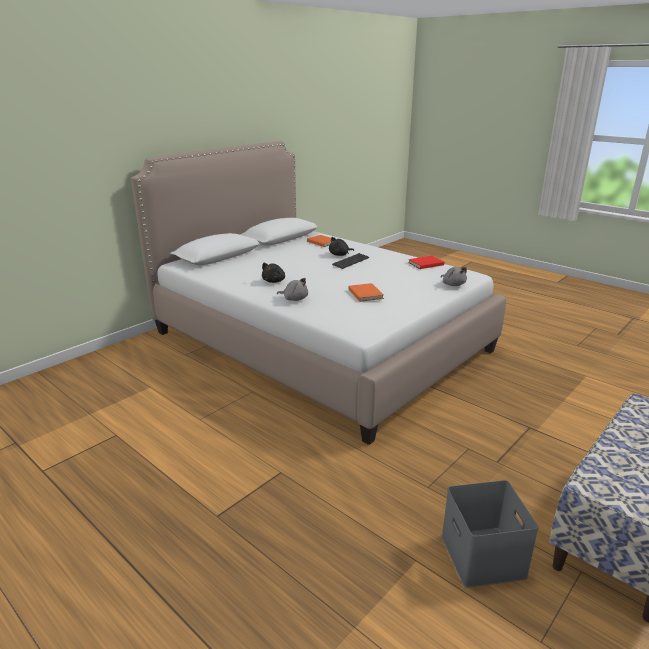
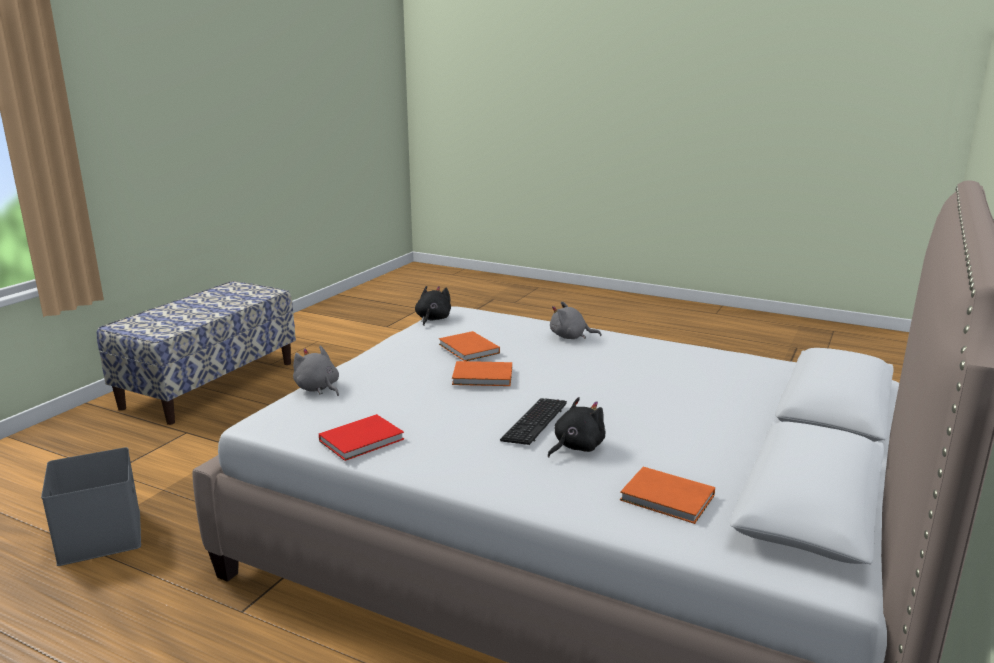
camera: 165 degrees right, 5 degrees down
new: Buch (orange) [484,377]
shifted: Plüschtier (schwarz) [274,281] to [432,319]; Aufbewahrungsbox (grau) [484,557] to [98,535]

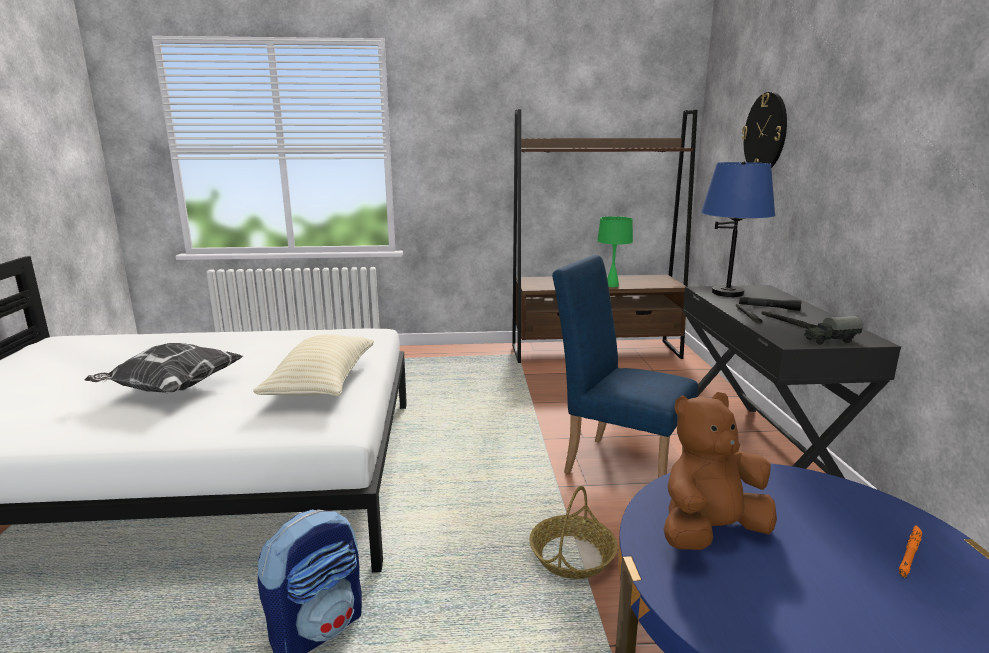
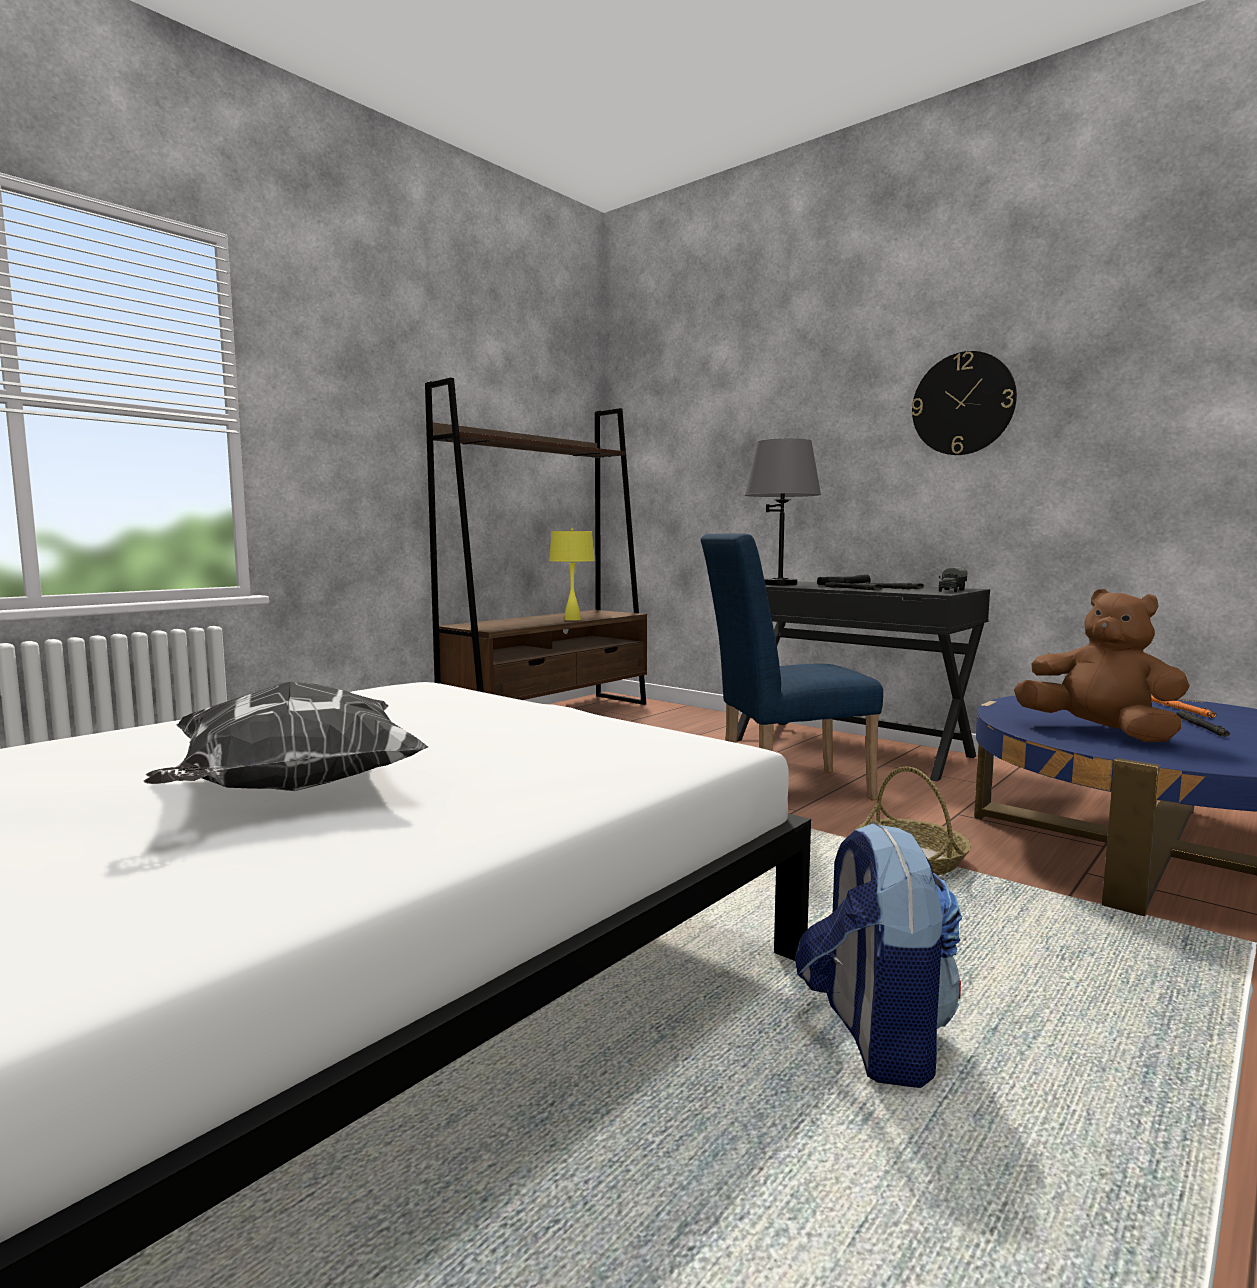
camera: 45 degrees left, 10 degrees down
gone: Kissen (beige) [322,384]
new: Taschenlampe (schwarz) [1201,727]
shifted: Wanduhr [765,133] to [963,404]
repainted: Tischlampe (grün) [612,285] to Tischlampe (gelb) [572,619]; Tischlampe (blau) [727,293] to Tischlampe (grau) [780,584]
rotated: Plüschtier (braun) [710,532] = [1100,732] 120 degrees clockwise

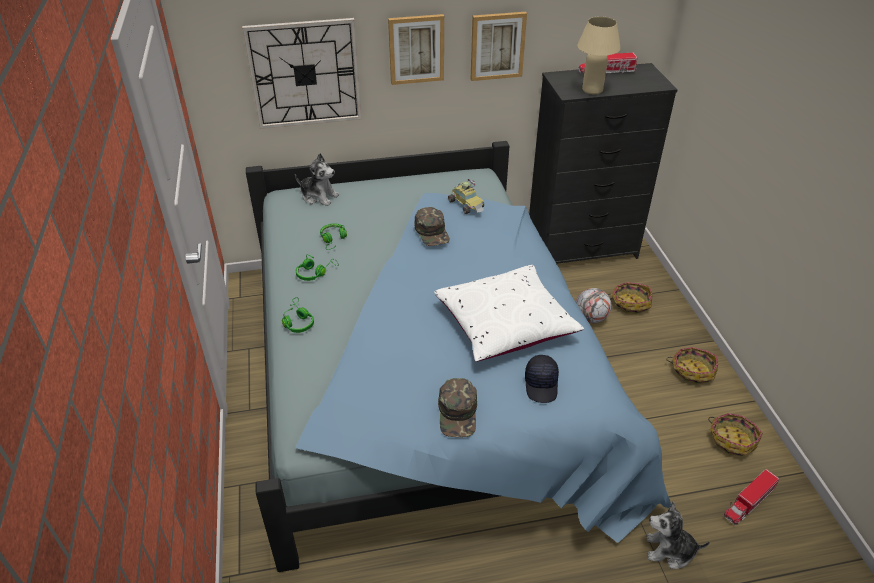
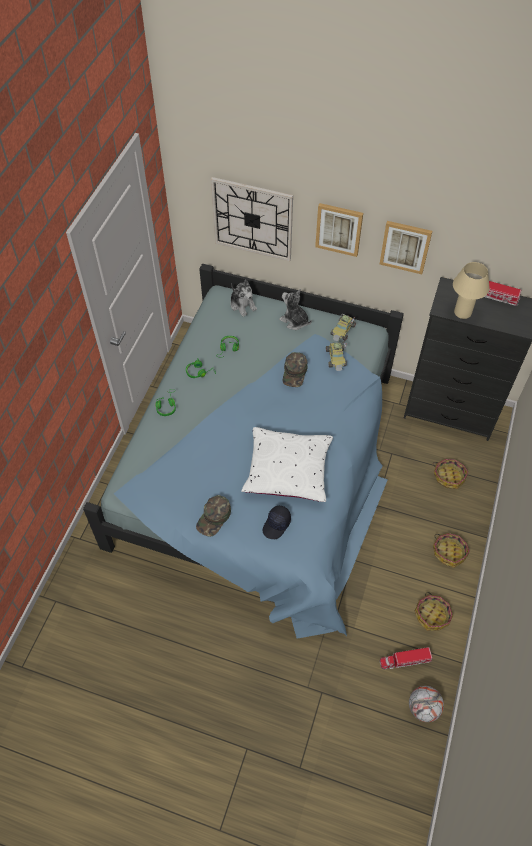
camera: 30 degrees right, 15 degrees up
new: Spielzeugauto [343,331]
shifted: Fußball [591,318] to [423,708]; Plüschtier [669,551] to [294,321]

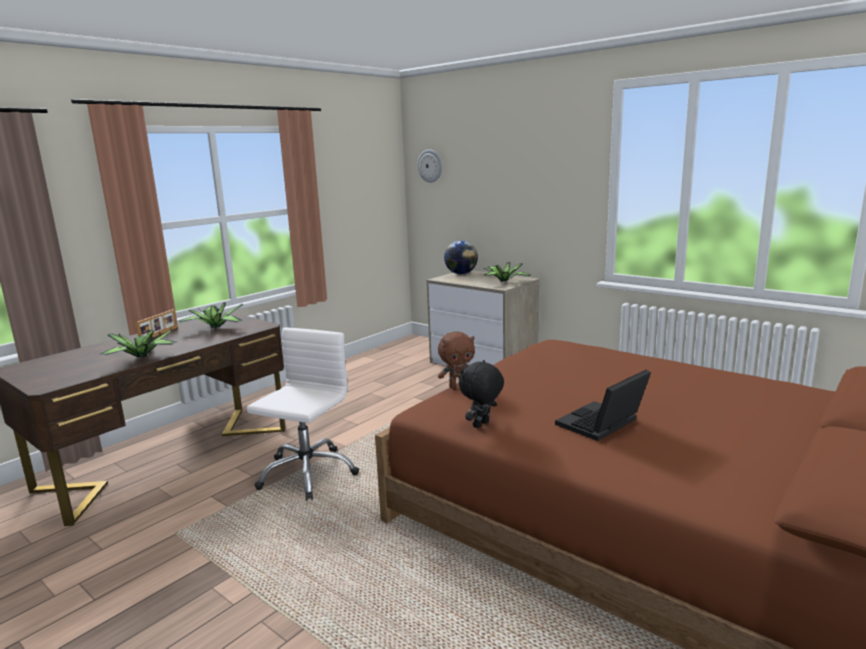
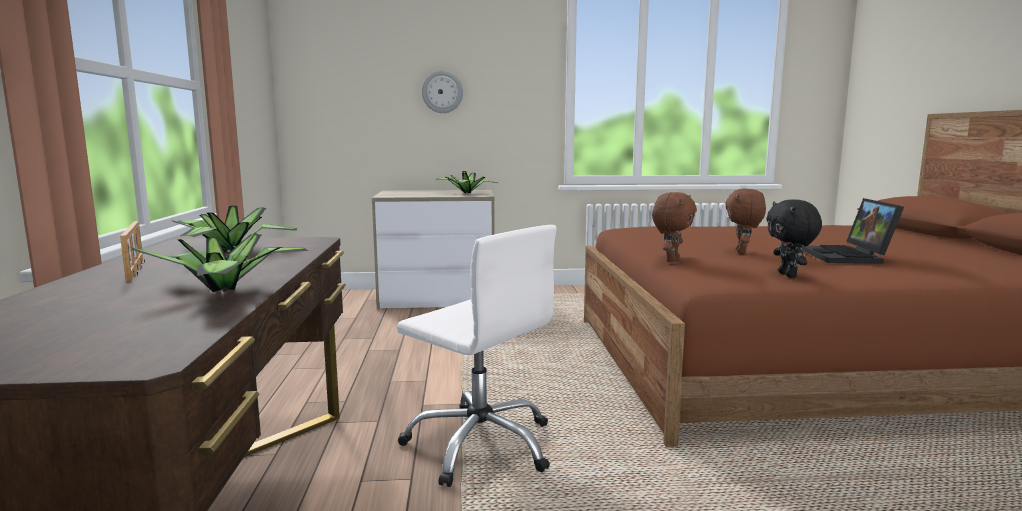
camera: 45 degrees left, 5 degrees down
gone: Globus [461,274]
new: Plüschtier (braun) [742,252]
shifted: Wanduhr [430,166] to [442,92]
rotated: Bürostuhl (weiß) [307,473] = [481,444] 150 degrees clockwise

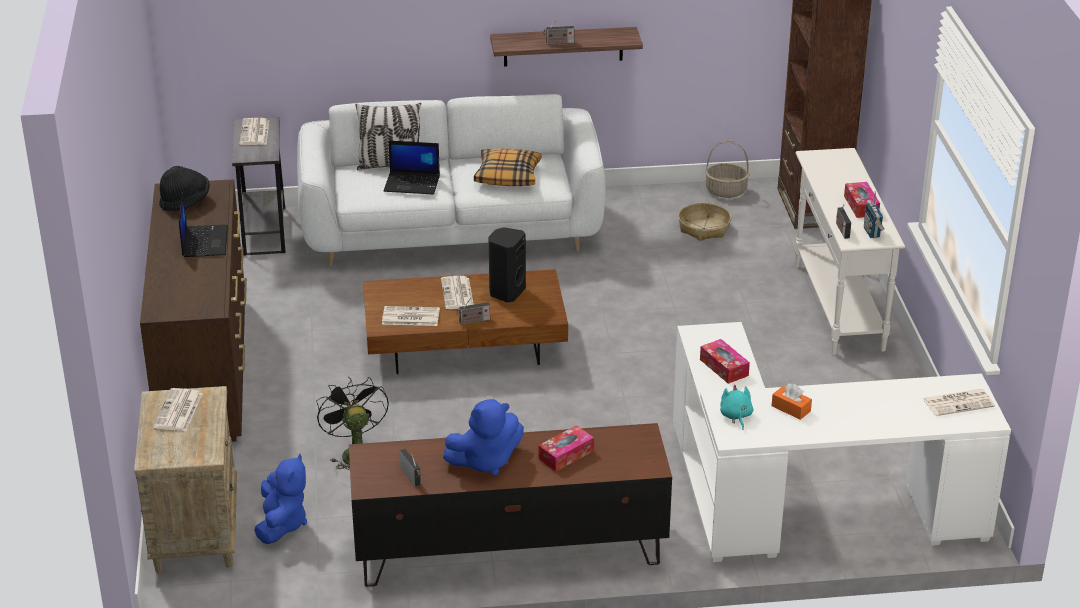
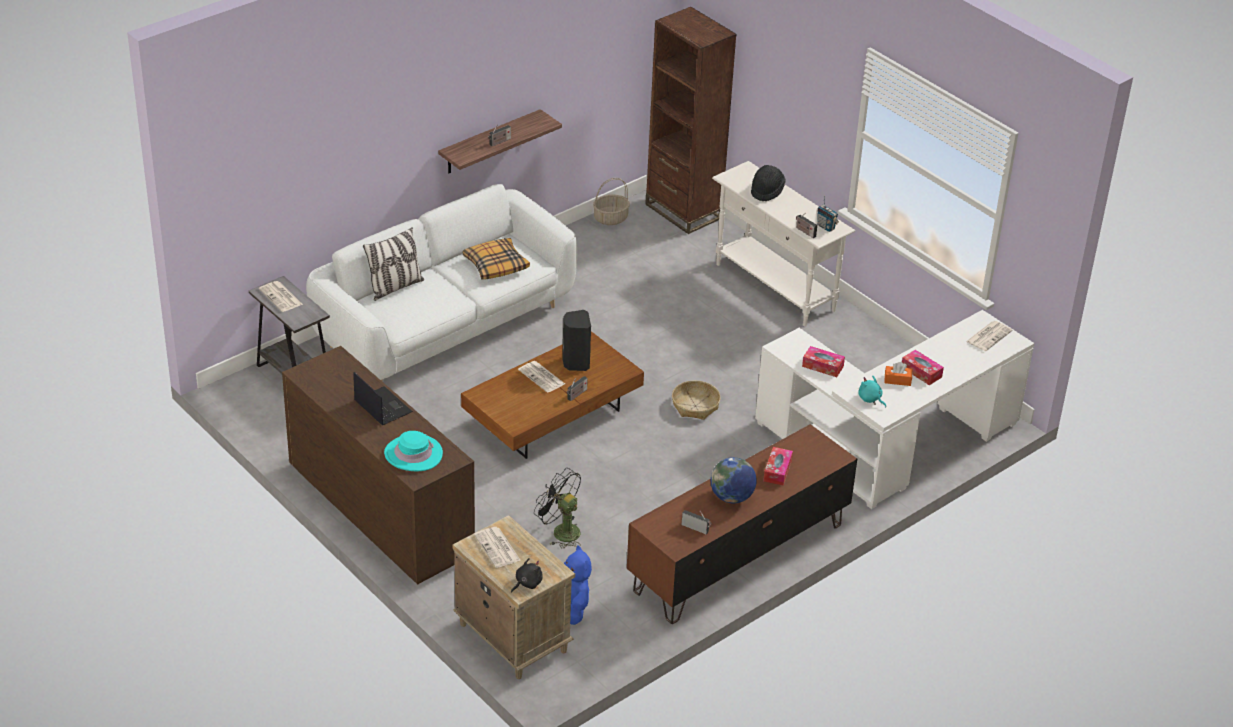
camera: 35 degrees left, 5 degrees up
gone: Zeitung [410,317]; Laptop [413,183]
new: Hut (türkis) [413,454]; Plüschtier (schwarz) [527,583]
shifted: Hut (schwarz) [185,202] to [767,191]; Korb [704,228] to [695,406]; Taschentuchbox [861,206] to [921,372]
swapped: Plüschtier (blau) [485,461] to Globus [731,497]

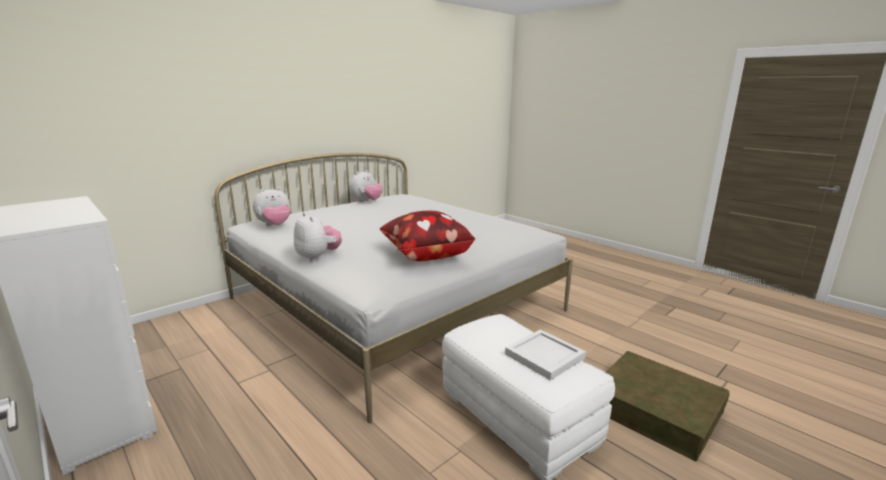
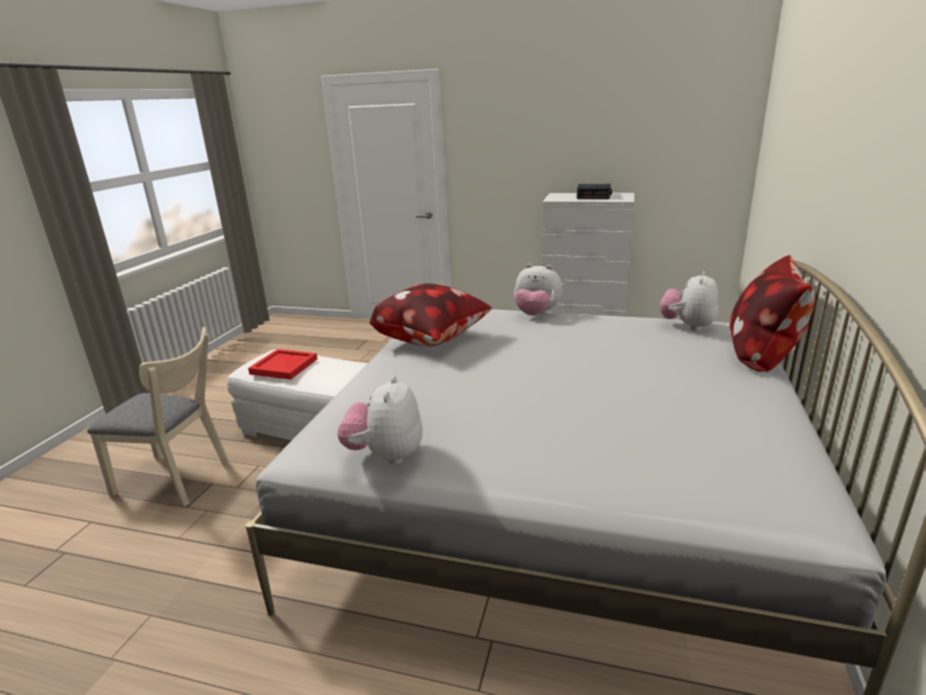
camera: 150 degrees right, 5 degrees up
new: Wecker [594,196]; Kissen [762,354]
shifted: Plüschtier [366,201] to [386,455]
swapped: Aufbewahrungsbox (braun) [655,409] to Stuhl (beige) [179,479]
repainted: Tablett (weiß) [544,357] to Tablett (rot) [284,366]

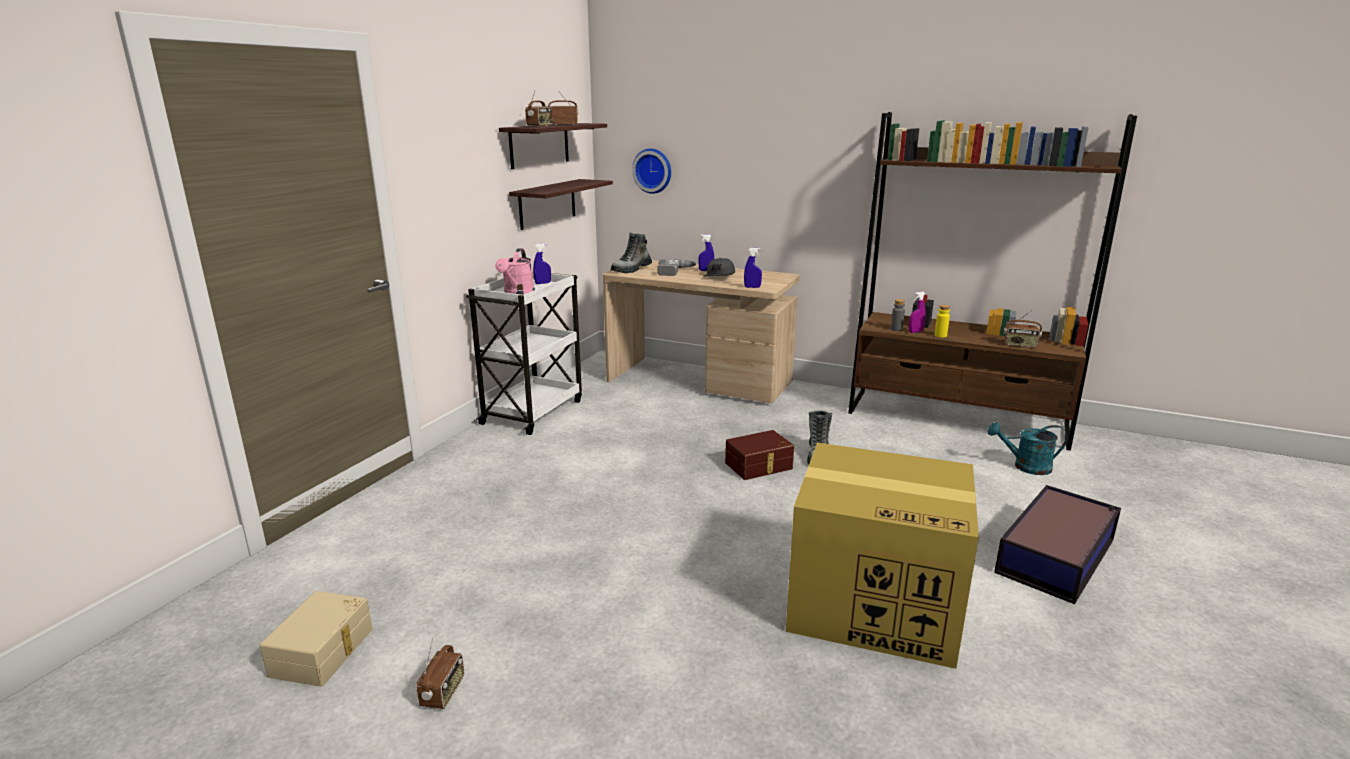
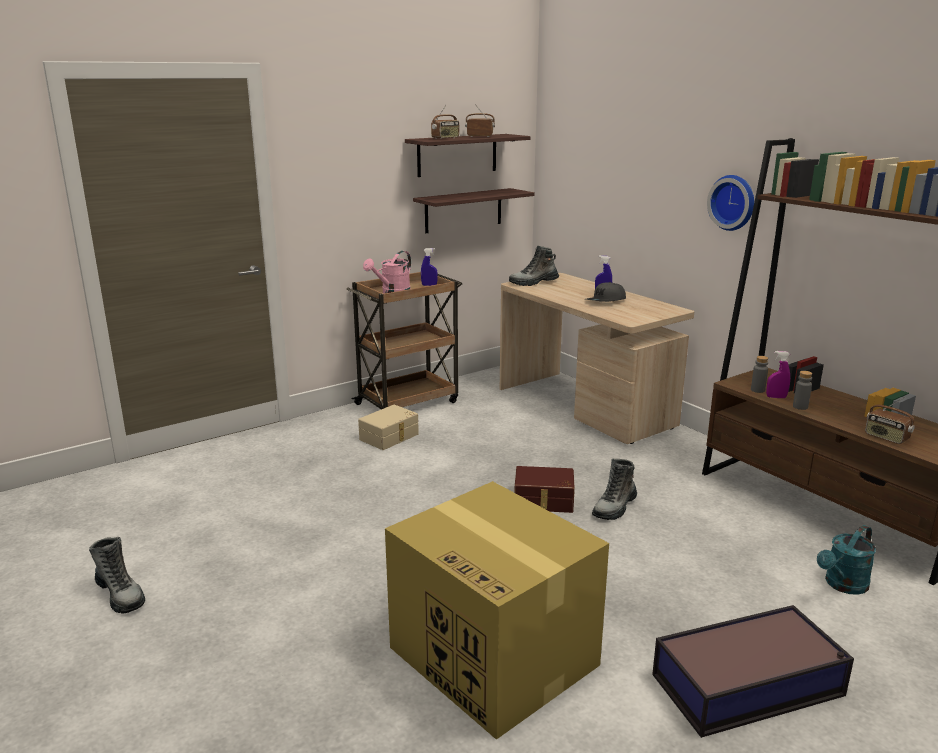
camera: 30 degrees right, 0 degrees up
gone: Bohrmaschine [676,271]; Sprühflasche (blau) [752,287]
shifted: Aufbewahrungsbox (beige) [324,652] to [390,437]; Wanduhr [653,170] to [733,202]
swapped: Radio [444,692] to Stiefel [120,595]
repainted: Rollwagen (weiß) [533,411] to Rollwagen (braun) [408,402]; Flasche (gelb) [940,335] to Flasche (grau) [800,407]
rotated: Gießkanne (türkis) [1025,467] = [842,585] 75 degrees counterclockwise

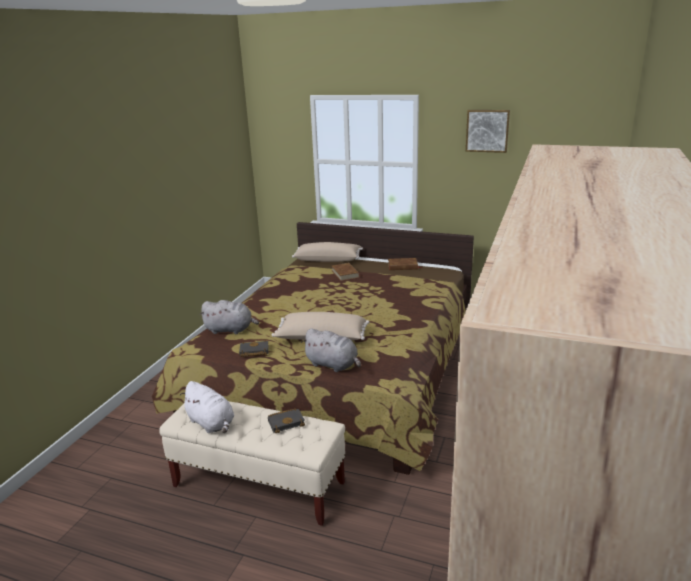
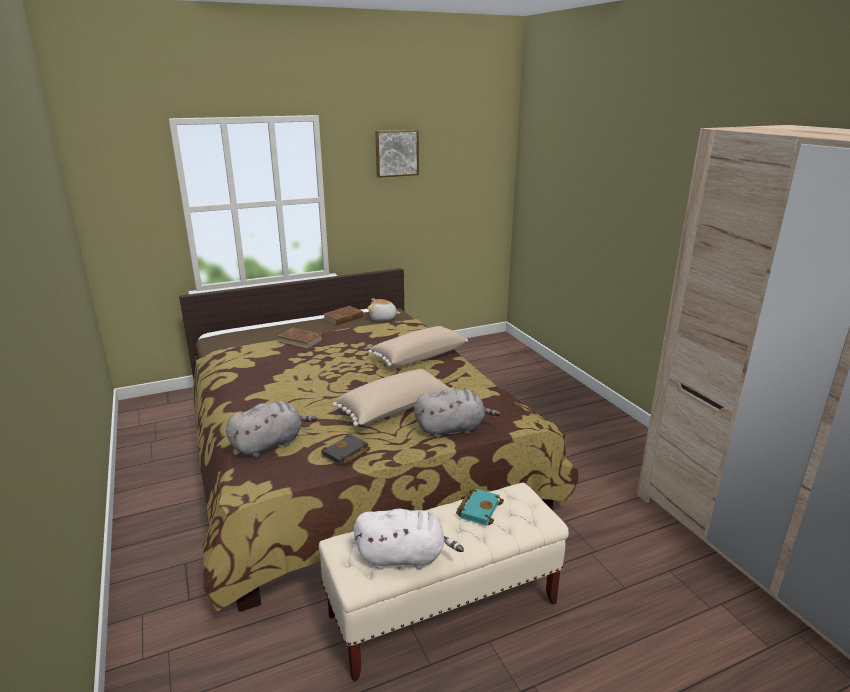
camera: 45 degrees left, 0 degrees up
new: Plüschtier [382,318]
shifted: Kissen (beige) [328,259] to [418,356]
repainted: Buch (schwarz) [287,422] to Buch (türkis) [478,509]

